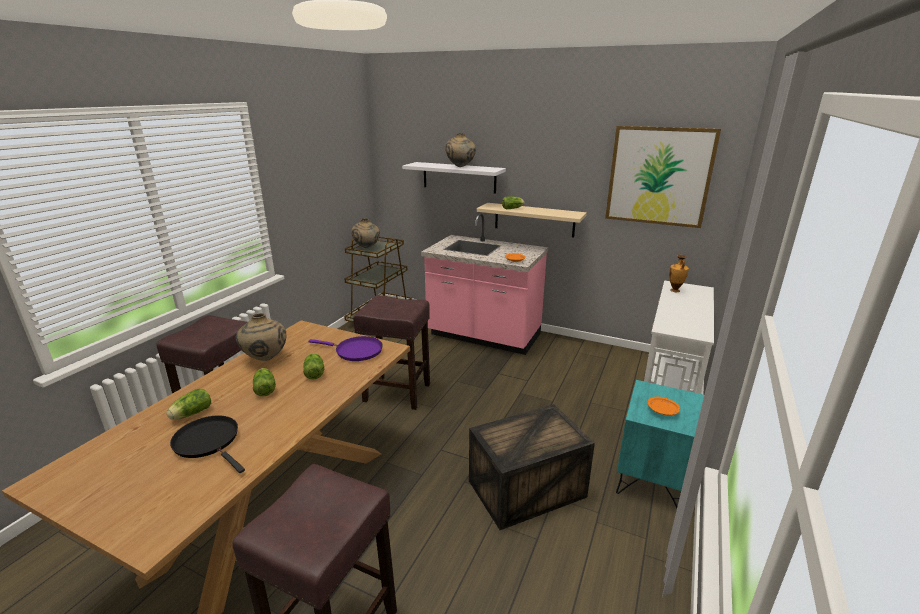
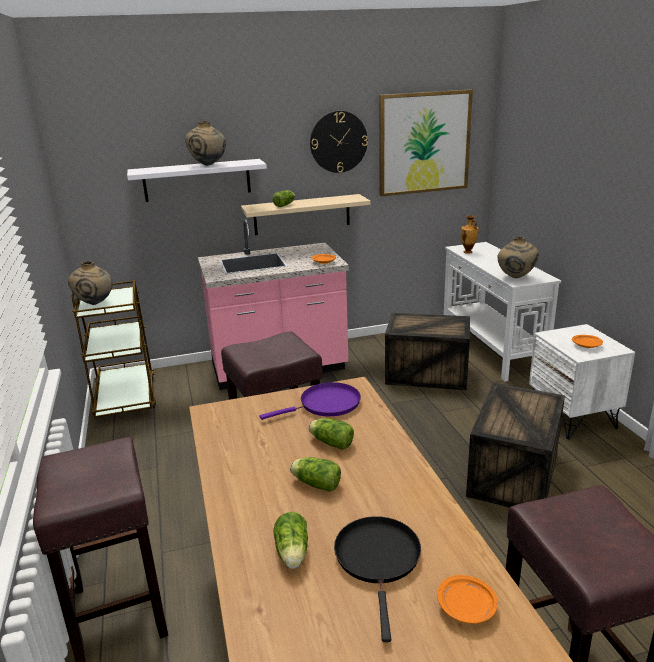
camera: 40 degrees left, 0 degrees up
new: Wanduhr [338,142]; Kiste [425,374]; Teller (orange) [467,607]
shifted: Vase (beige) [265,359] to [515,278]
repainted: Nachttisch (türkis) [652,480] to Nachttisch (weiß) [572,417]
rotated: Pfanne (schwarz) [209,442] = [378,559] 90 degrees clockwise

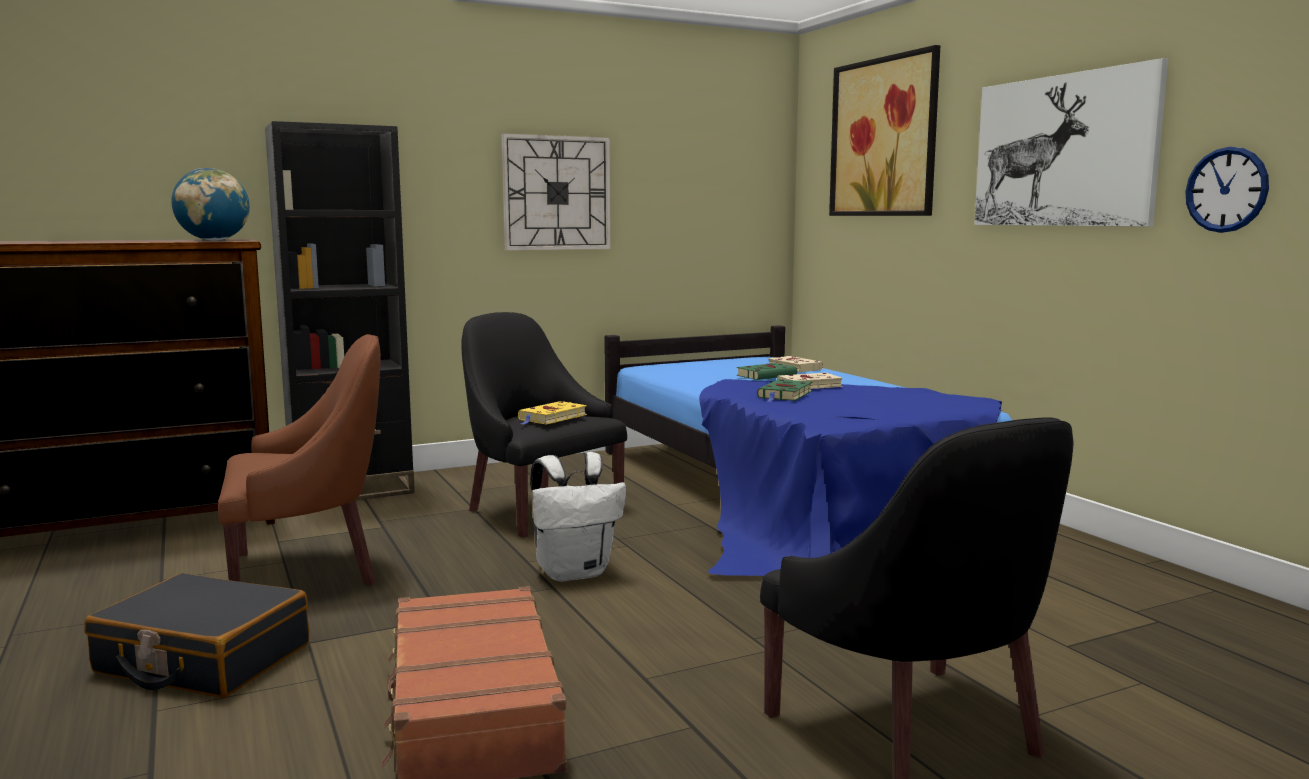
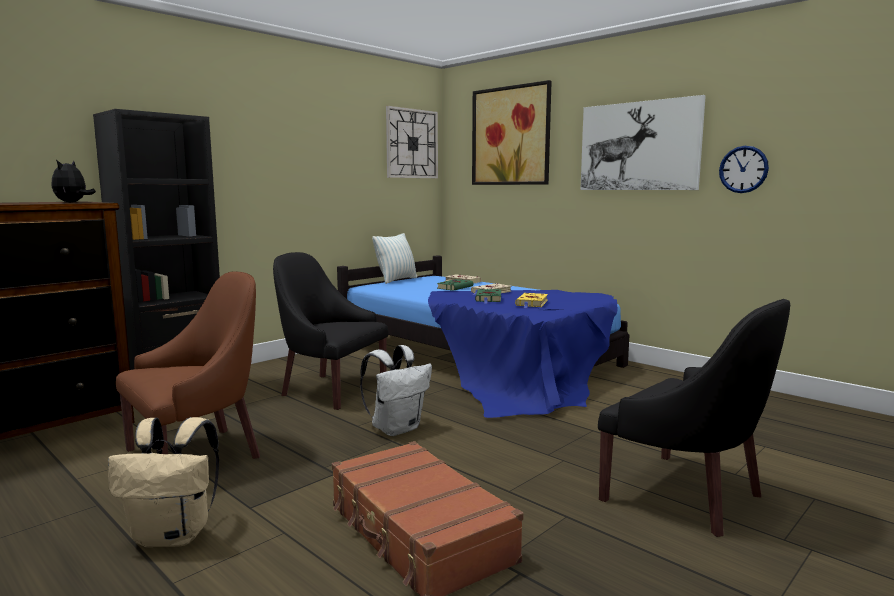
camera: 20 degrees left, 0 degrees up
new: Kissen [396,280]
shifted: Wanduhr [556,193] to [412,143]; Buch (gelb) [551,418] to [532,303]
swapped: Koffer (schwarz) [202,659] to Rucksack (beige) [174,535]; Globus [214,240] to Plüschtier [72,202]

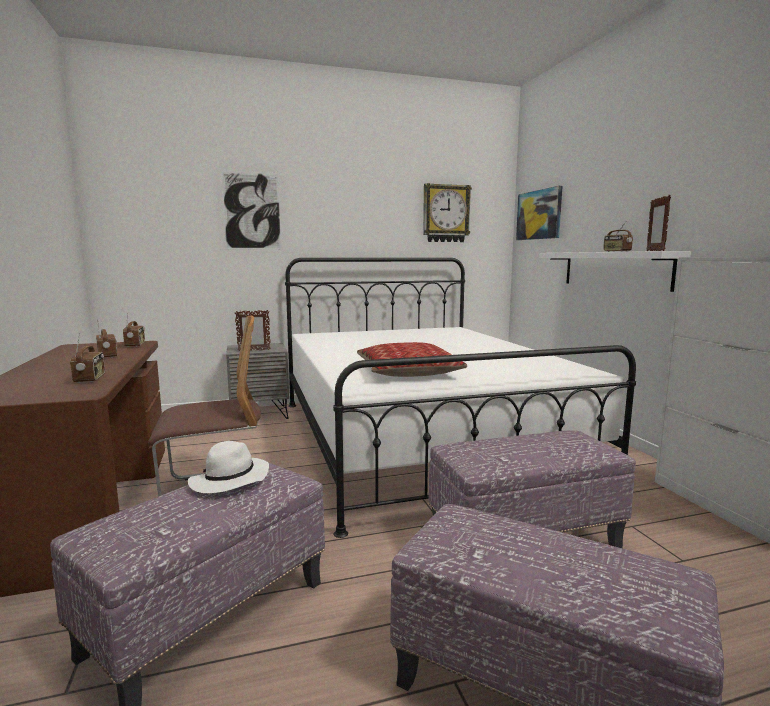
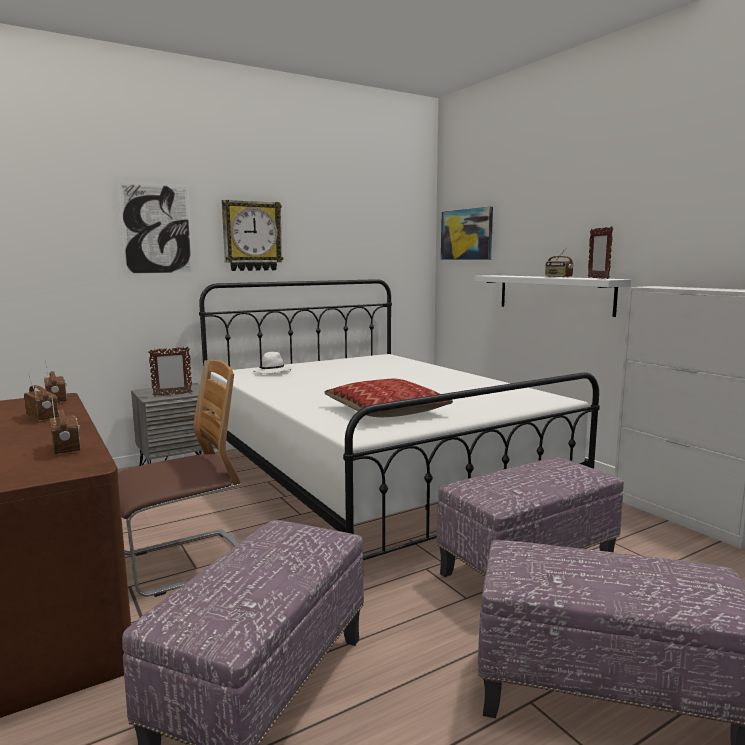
camera: 15 degrees left, 0 degrees up
shifted: Hut (weiß) [229,481] to [273,372]; Wanduhr [445,213] to [252,236]

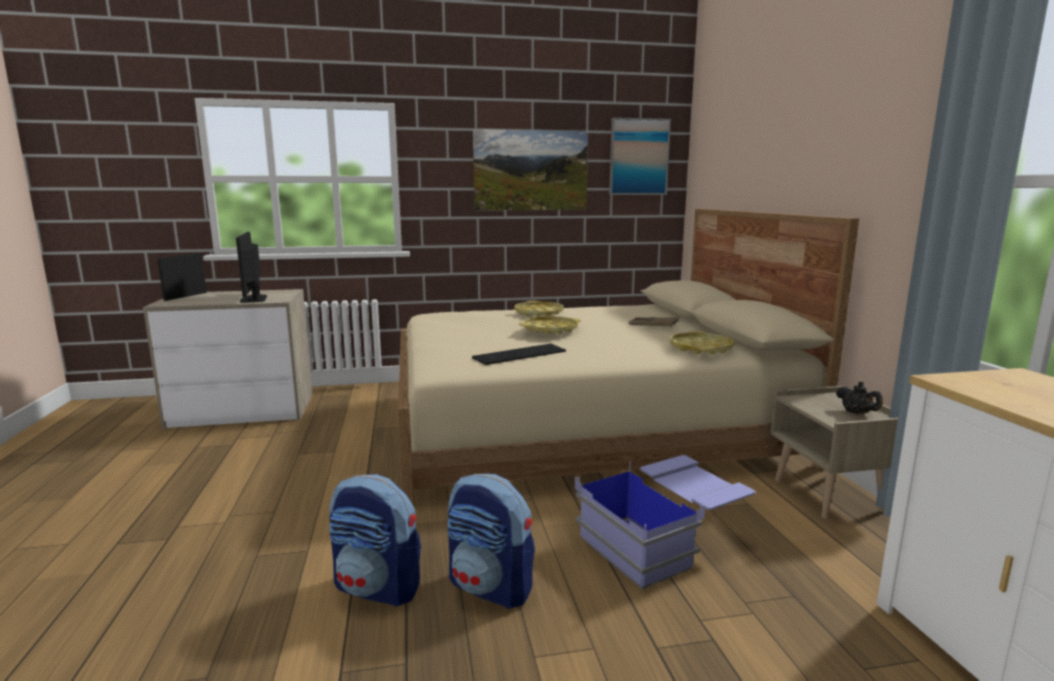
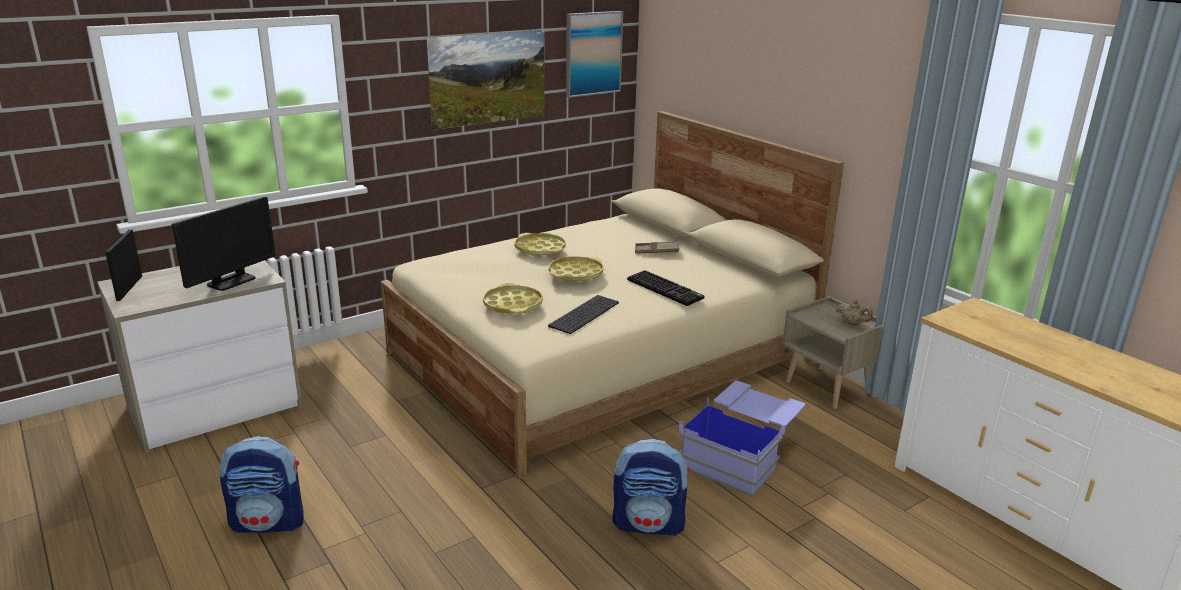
camera: 25 degrees left, 10 degrees up
new: Tastatur [666,289]
shifted: Rucksack [378,588] to [269,522]; Tablett (gelb) [701,348] to [513,305]
repainted: Teekanne (schwarz) [857,413] to Teekanne (beige) [852,324]
rotated: Monitor [253,299] = [231,281] 105 degrees counterclockwise

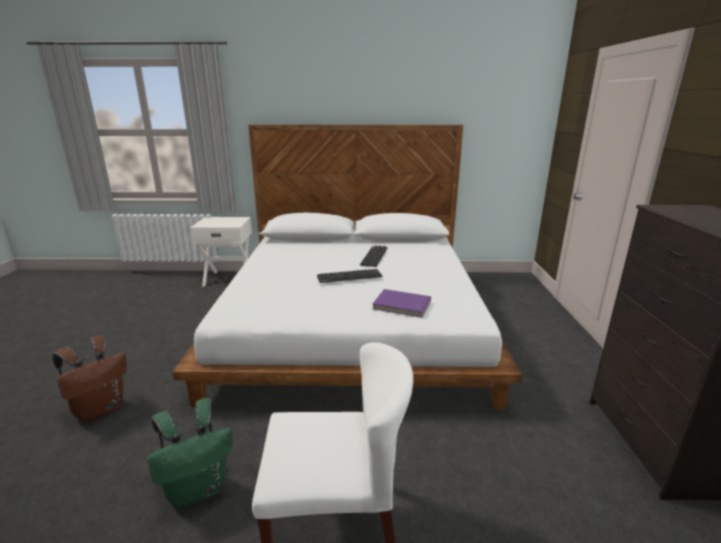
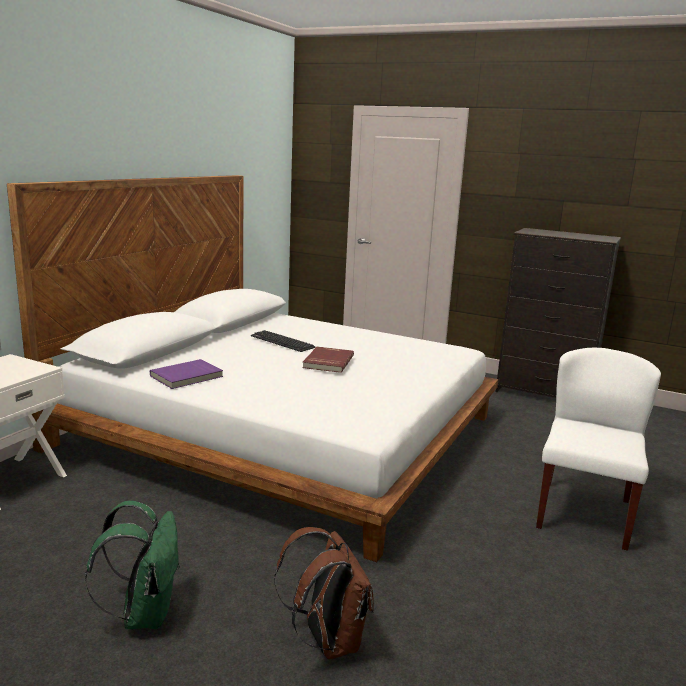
camera: 65 degrees left, 5 degrees down
shifted: Rucksack (grün) [198,488] to [144,613]; Buch (lila) [401,305] to [187,376]
swapped: Tastatur [349,276] to Buch (rot) [327,362]

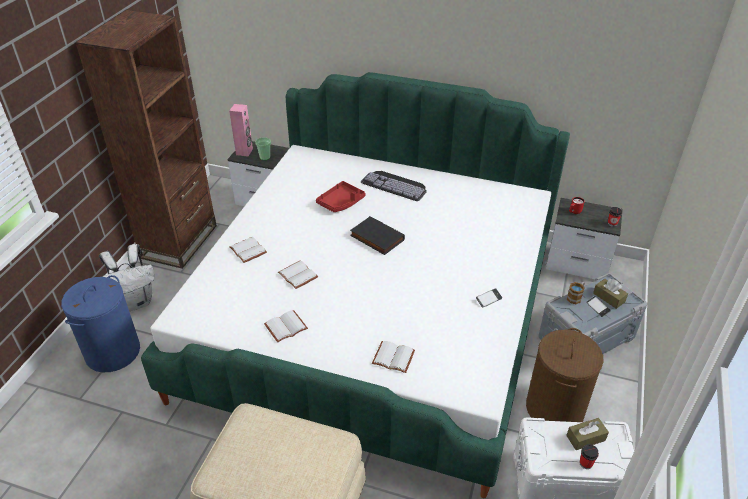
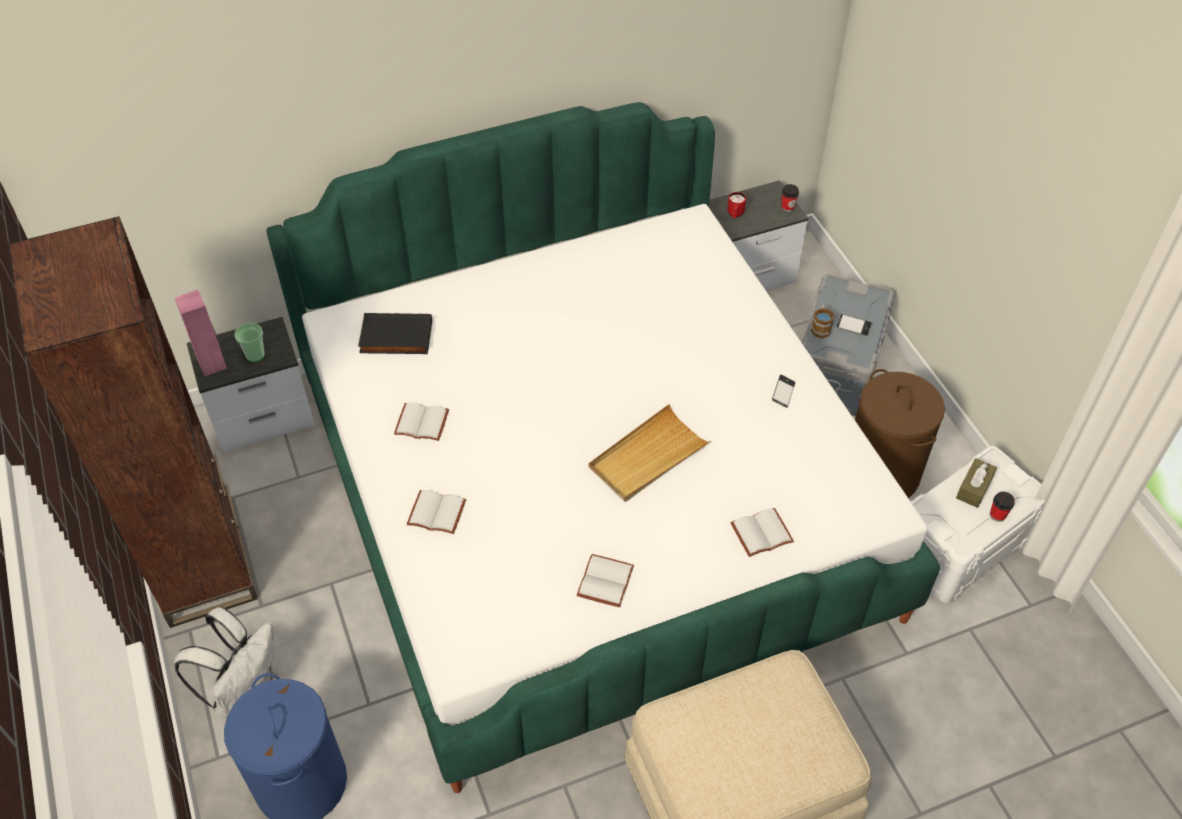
camera: 40 degrees left, 10 degrees up
gone: Tablett (rot) [341,202]; Tastatur [395,185]; Taschentuchbox (braun) [609,297]
new: Tablett (beige) [648,457]
shifted: Buch (weiß) [299,275] to [423,422]; Buch (schwarz) [376,238] to [395,338]

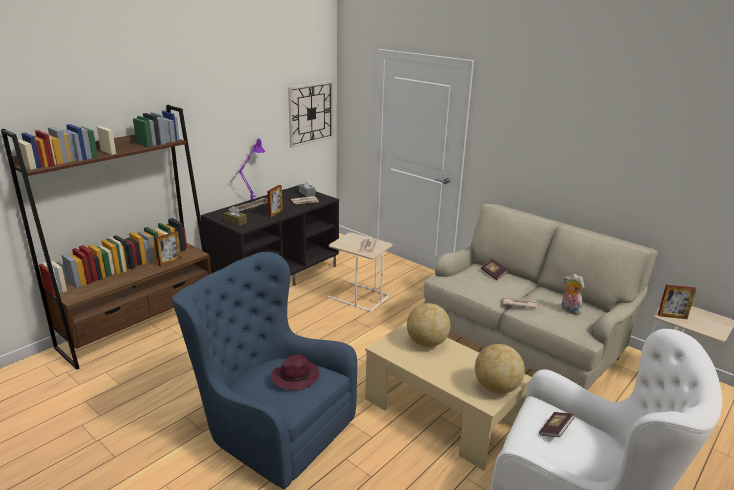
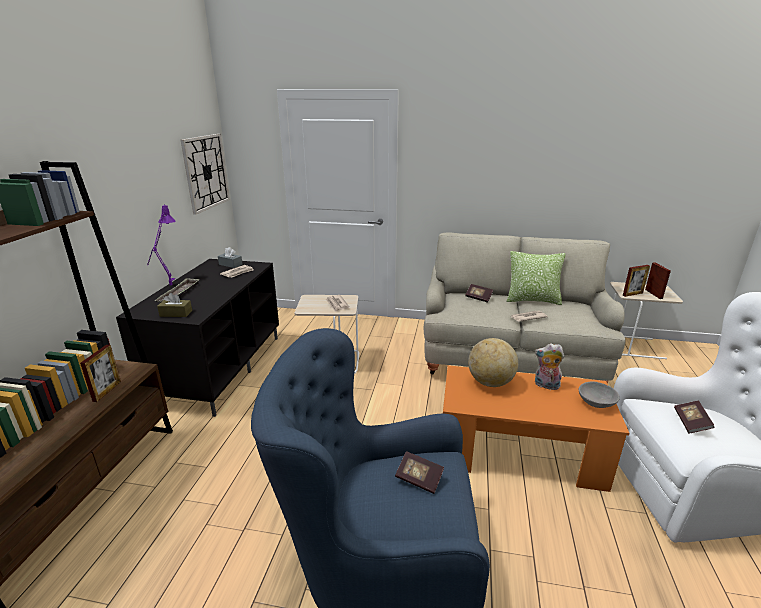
camera: 30 degrees left, 0 degrees up
new: Kissen [532,300]
shifted: Bilderrahmen [275,213] to [653,294]; Plüschtier [569,310] to [546,385]
swapped: Hut (lila) [296,377] to Buch [419,479]; Globus [496,388] to Schüssel (grau) [596,403]
repainted: Couchtisch (beige) [440,414] to Couchtisch (orange) [519,451]

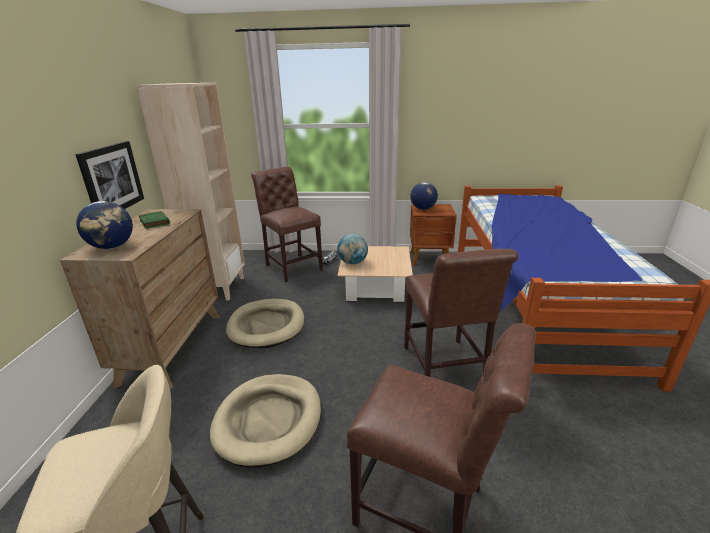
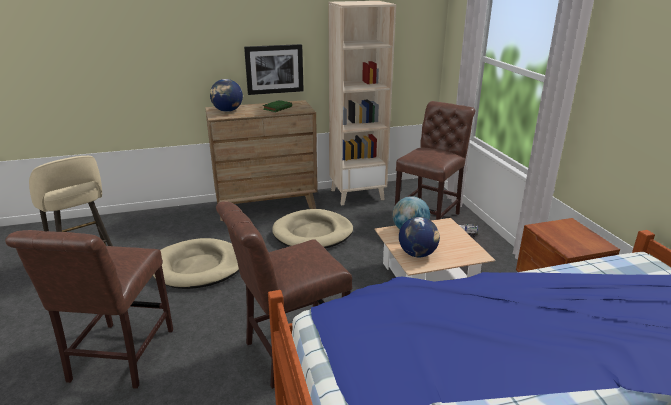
camera: 70 degrees right, 0 degrees up
shifted: Globus [423,208] to [417,254]

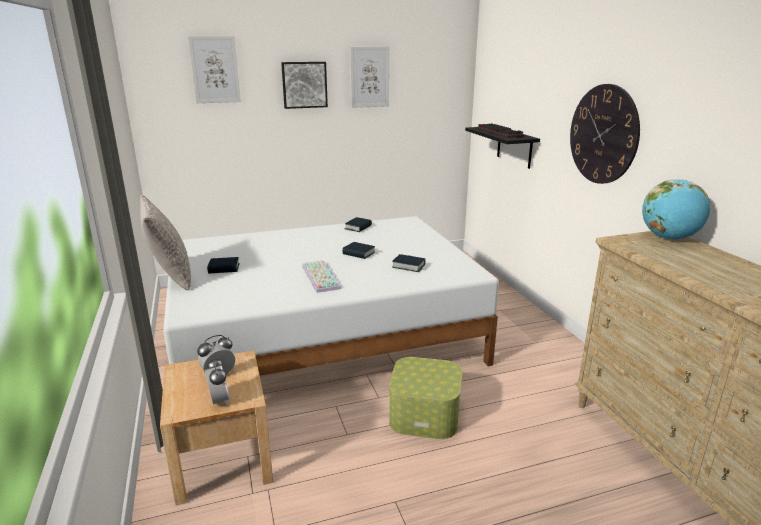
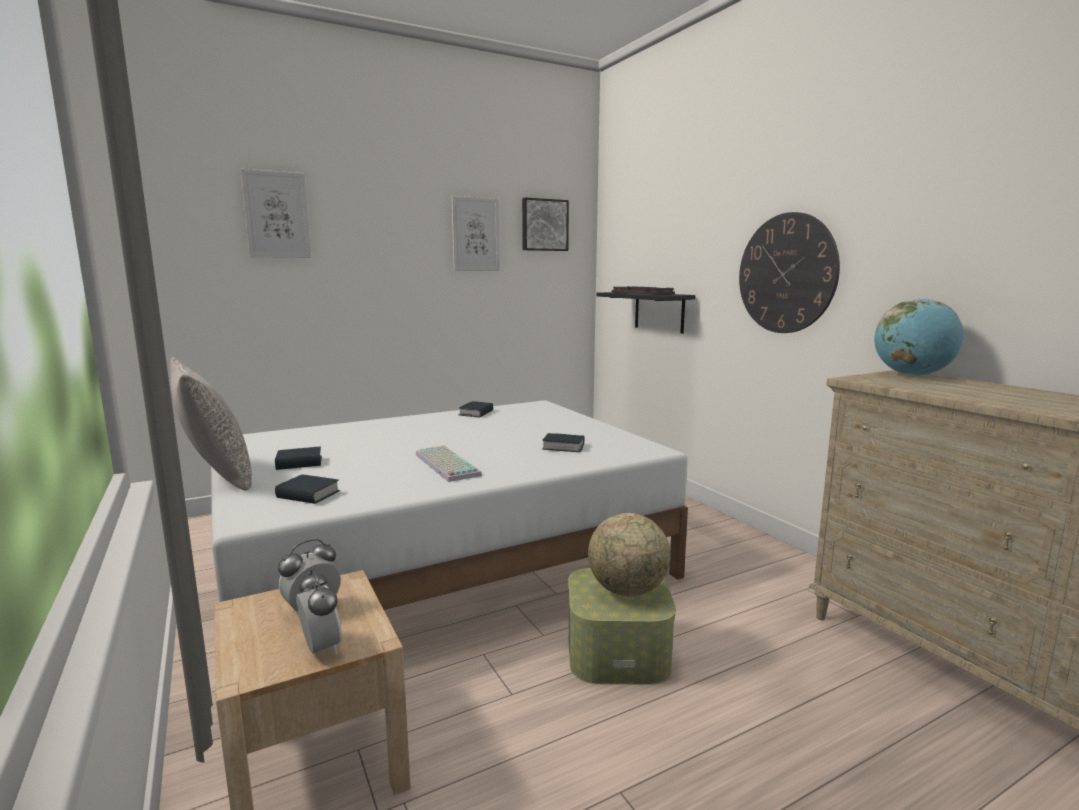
camera: 10 degrees left, 10 degrees down
new: Globus [628,591]
shifted: Bild [304,85] to [544,225]; Buch [358,253] to [308,495]

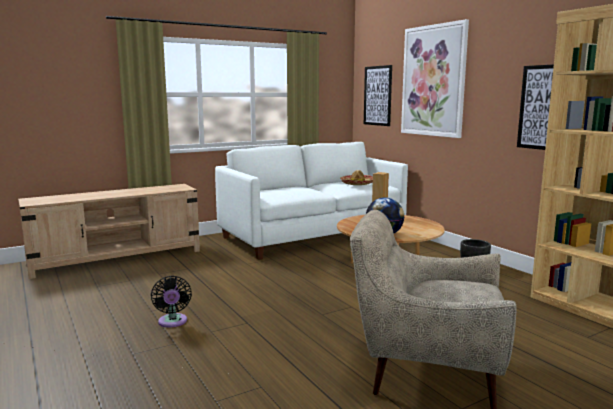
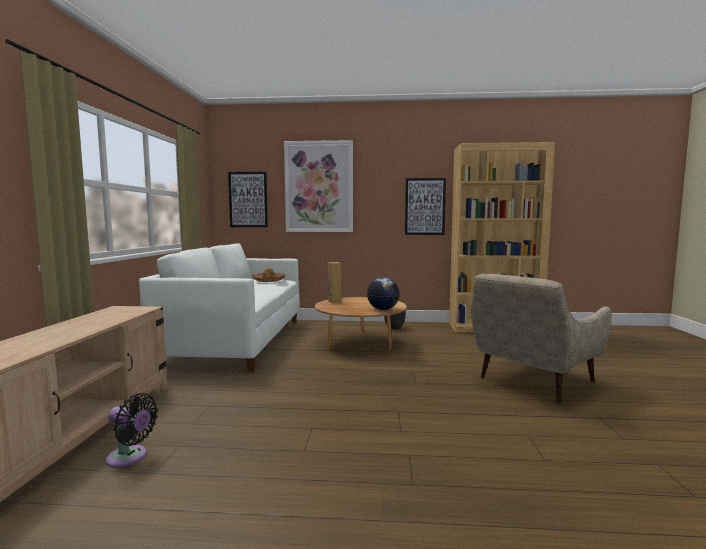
camera: 55 degrees left, 5 degrees down
shifted: Ventilator (schwarz) [172,322] to [130,458]

